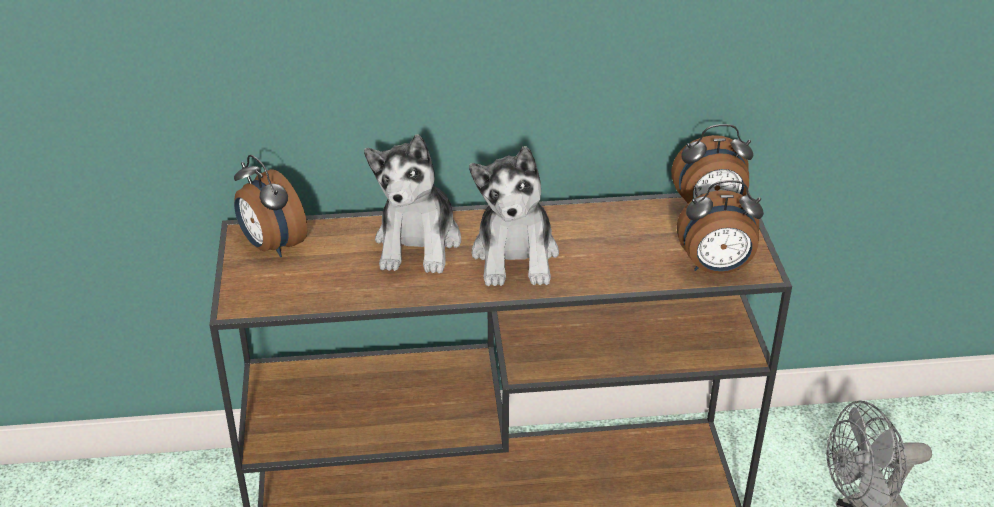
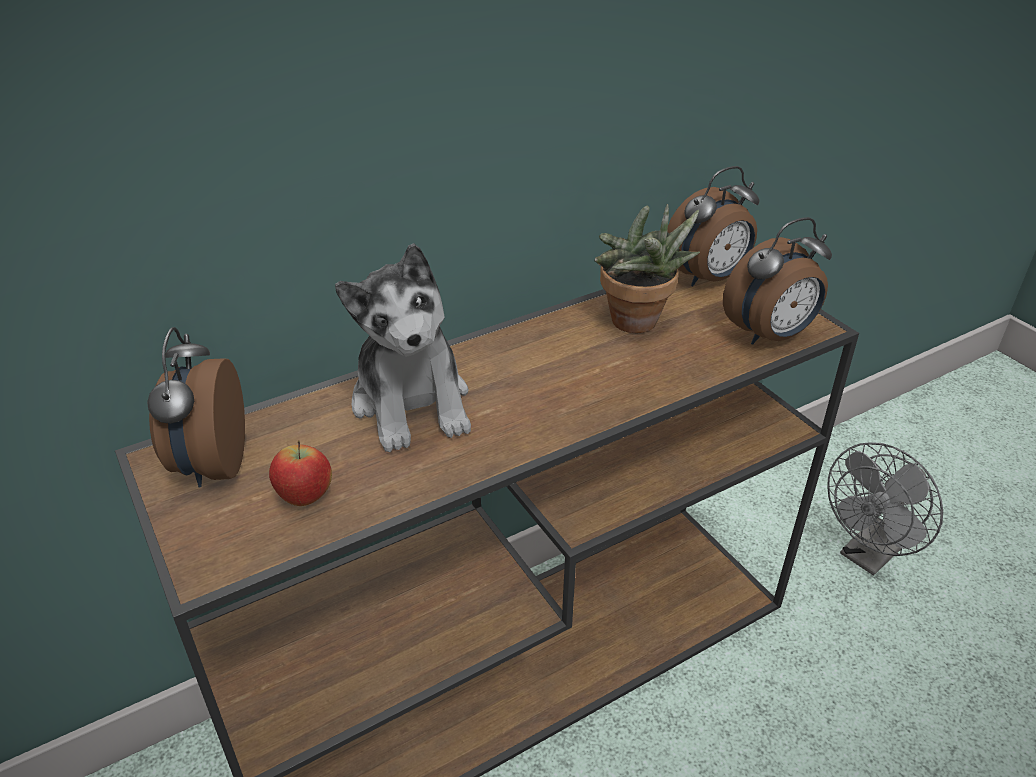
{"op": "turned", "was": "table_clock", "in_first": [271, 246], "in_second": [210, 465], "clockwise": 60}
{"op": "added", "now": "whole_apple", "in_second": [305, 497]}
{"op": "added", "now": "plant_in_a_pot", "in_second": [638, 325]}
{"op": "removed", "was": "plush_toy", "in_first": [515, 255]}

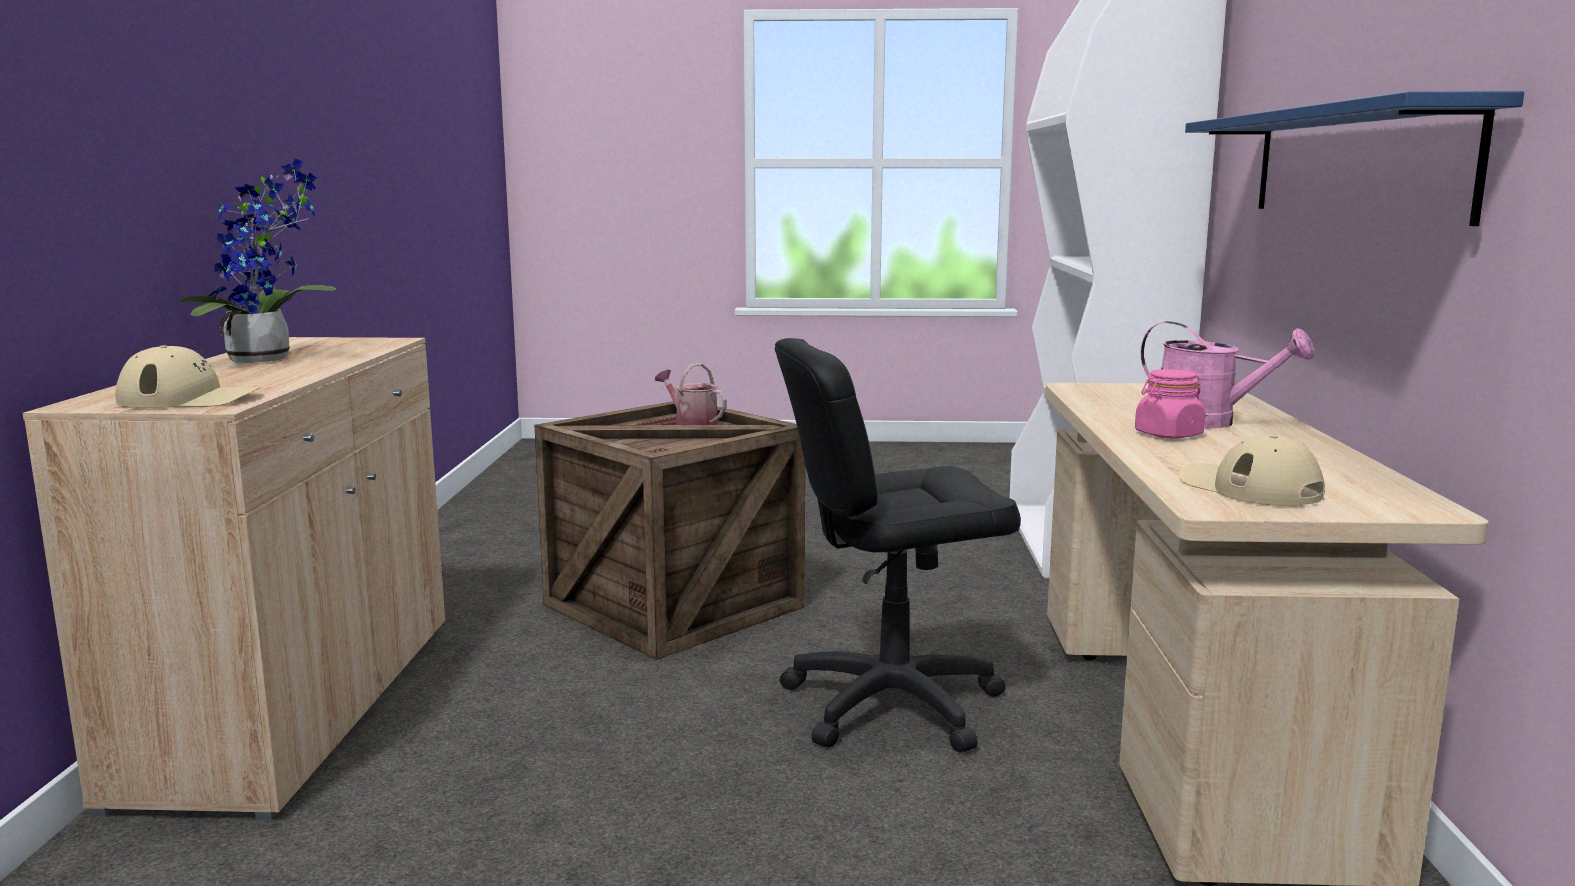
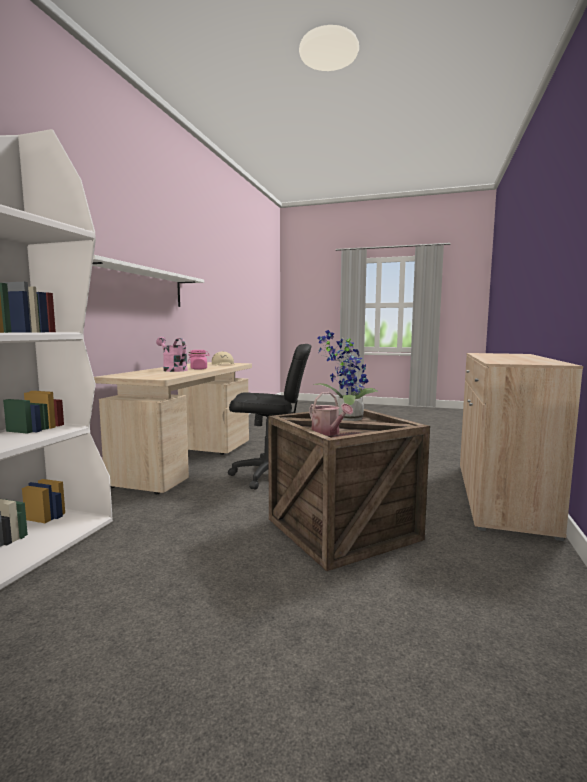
{"op": "recoloured", "was": "blue-coloured_shelf", "now": "whitish_shelf", "in_first": [1353, 163], "in_second": [137, 286]}
{"op": "moved", "was": "plant_in_a_pot", "in_first": [268, 359], "in_second": [346, 419]}
{"op": "removed", "was": "beige-coloured_baseball_cap", "in_first": [190, 399]}

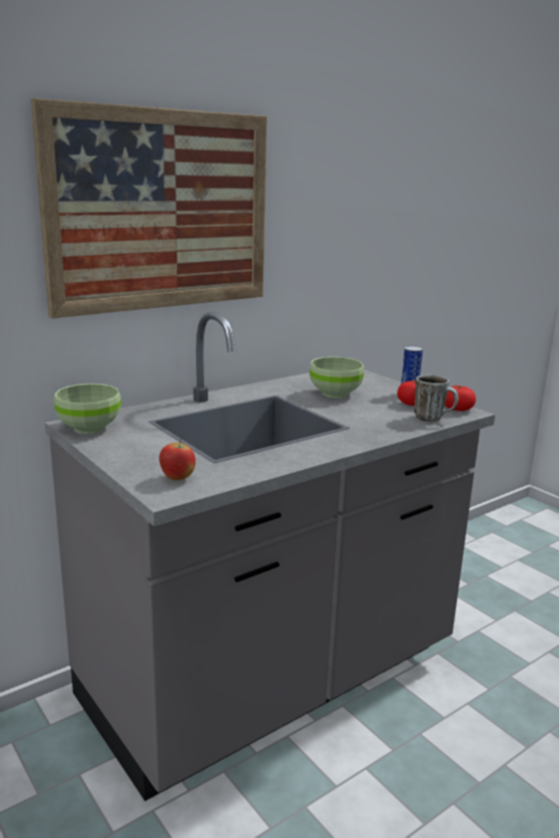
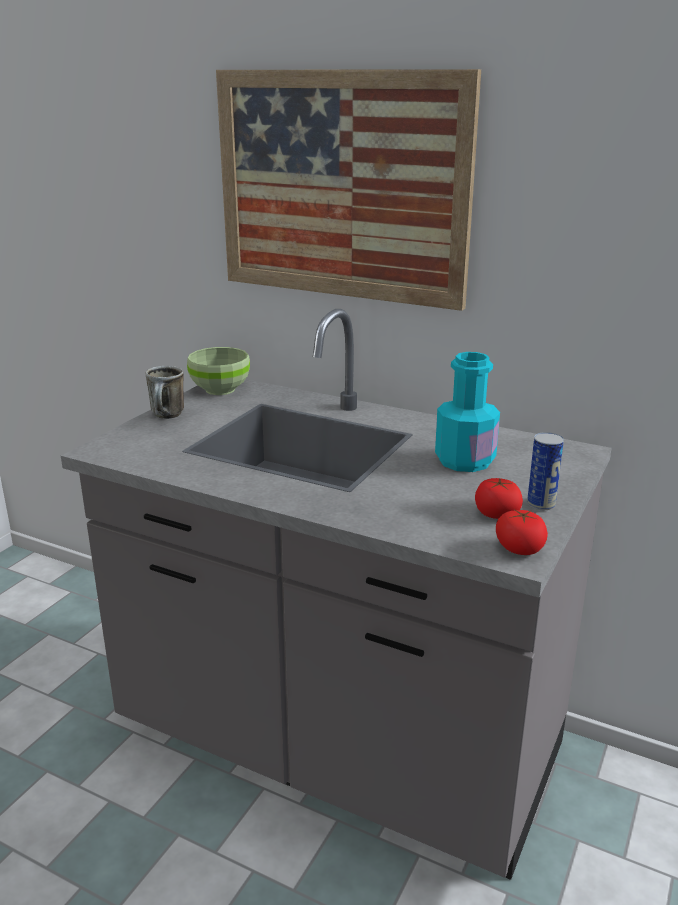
{"op": "moved", "was": "coffee_mug", "in_first": [433, 418], "in_second": [168, 417]}
{"op": "replaced", "was": "green_deep_dish", "now": "turquoise_beverage_bottle", "in_first": [334, 393], "in_second": [464, 460]}
{"op": "removed", "was": "whole_apple", "in_first": [177, 478]}

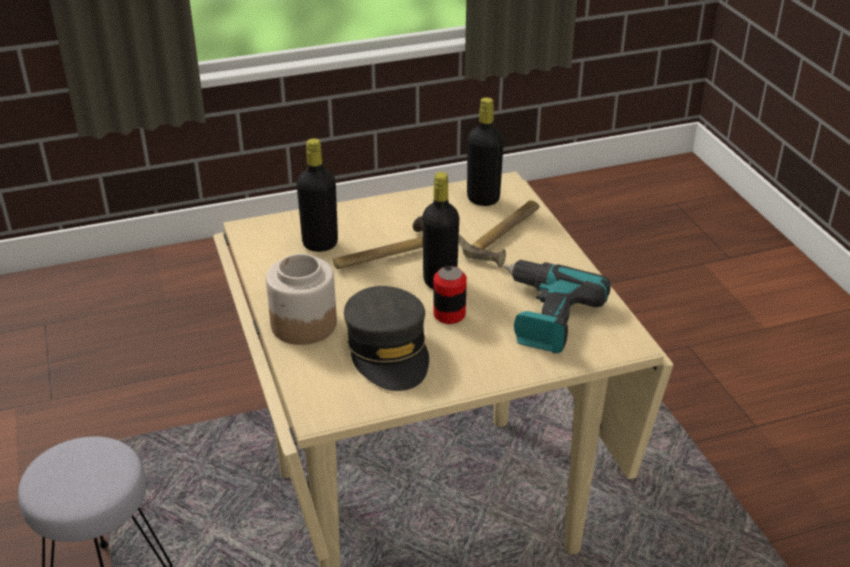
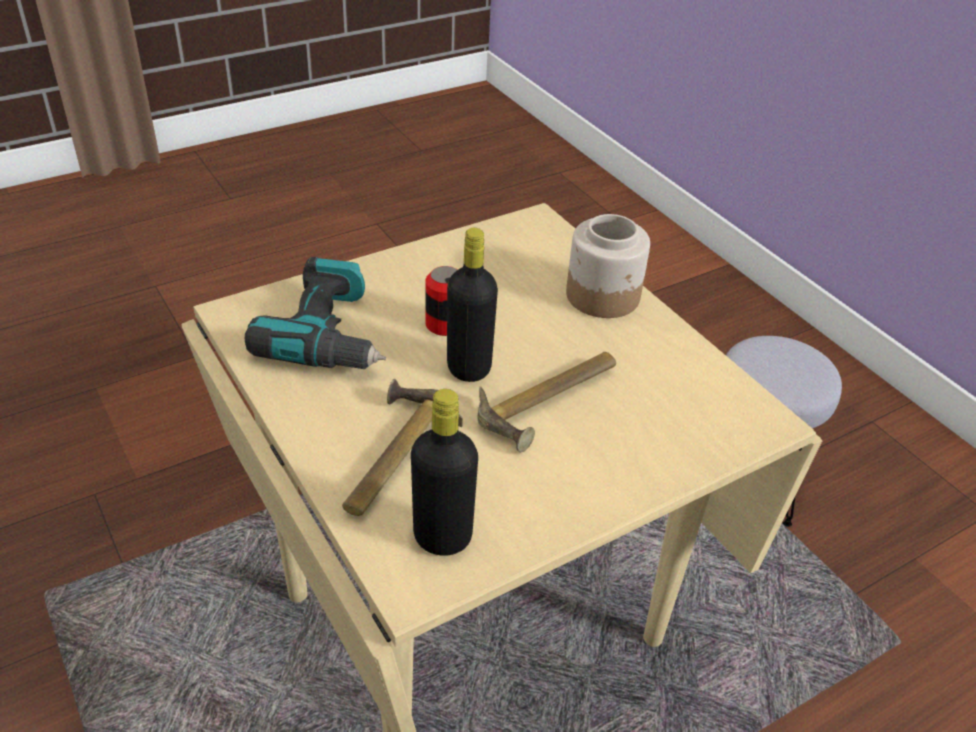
{"op": "removed", "was": "blackish_beverage_bottle", "in_first": [320, 244]}
{"op": "removed", "was": "greyish_baseball_cap", "in_first": [388, 351]}

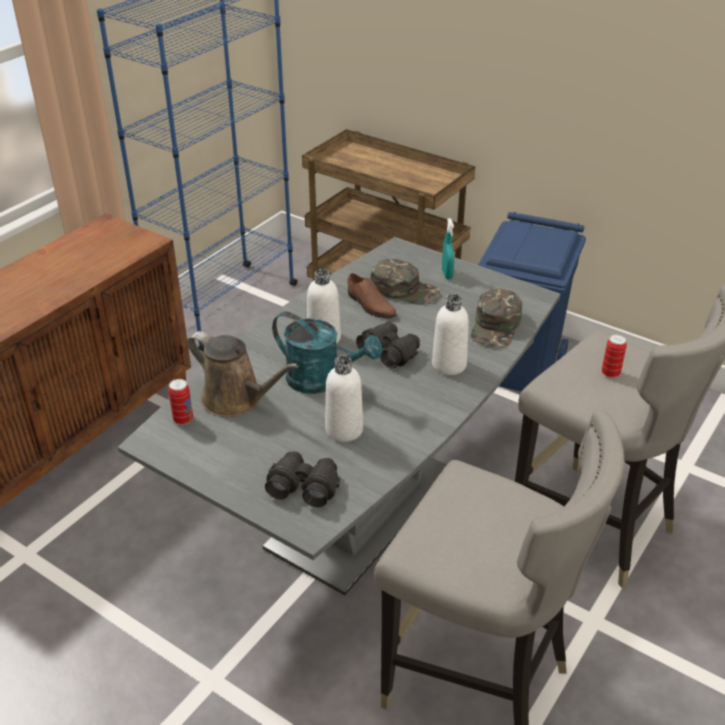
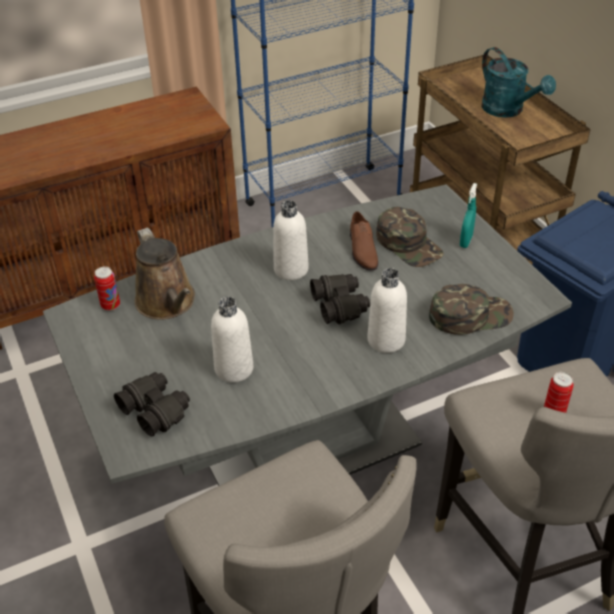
{"op": "turned", "was": "green_baseball_cap", "in_first": [496, 326], "in_second": [470, 315], "clockwise": -150}
{"op": "moved", "was": "turquoise_watering_can", "in_first": [322, 380], "in_second": [508, 110]}

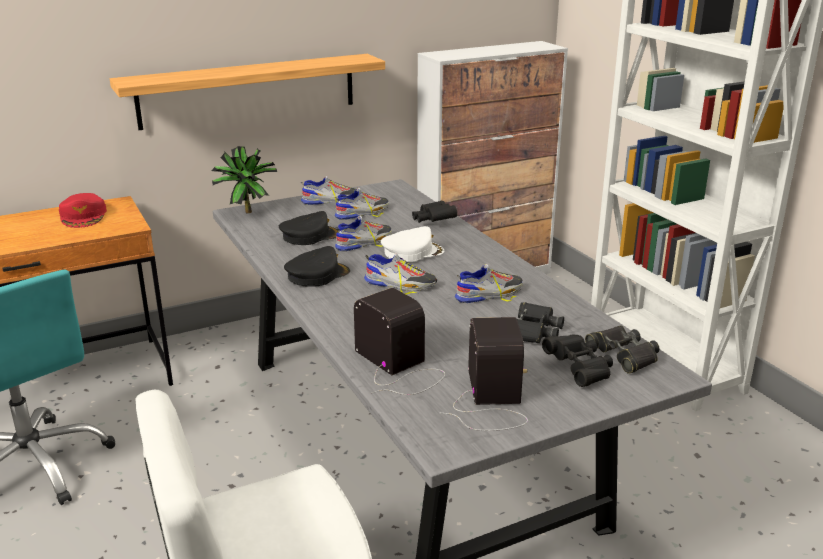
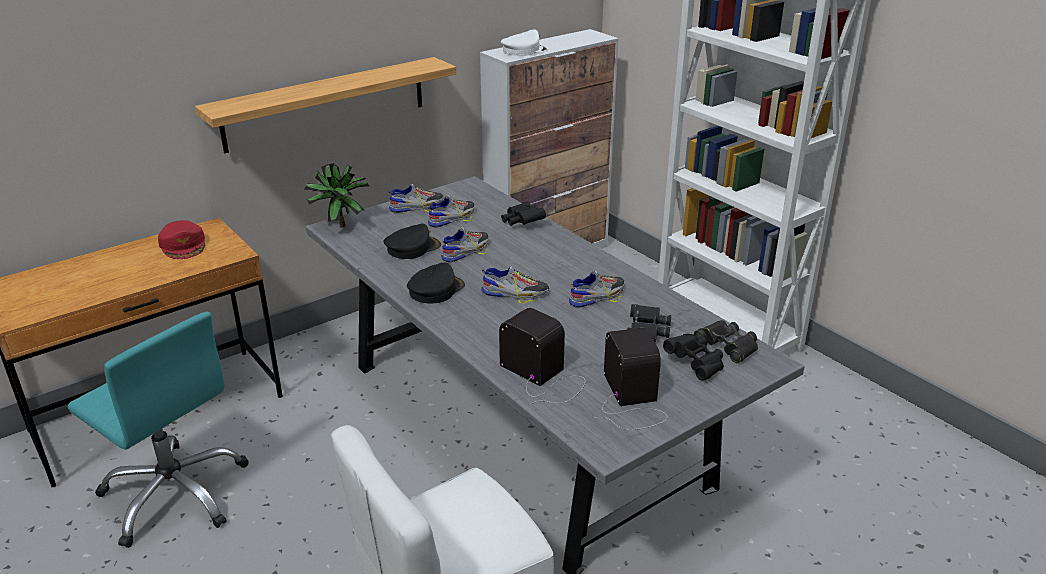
{"op": "moved", "was": "whitish_baseball_cap", "in_first": [412, 252], "in_second": [524, 50]}

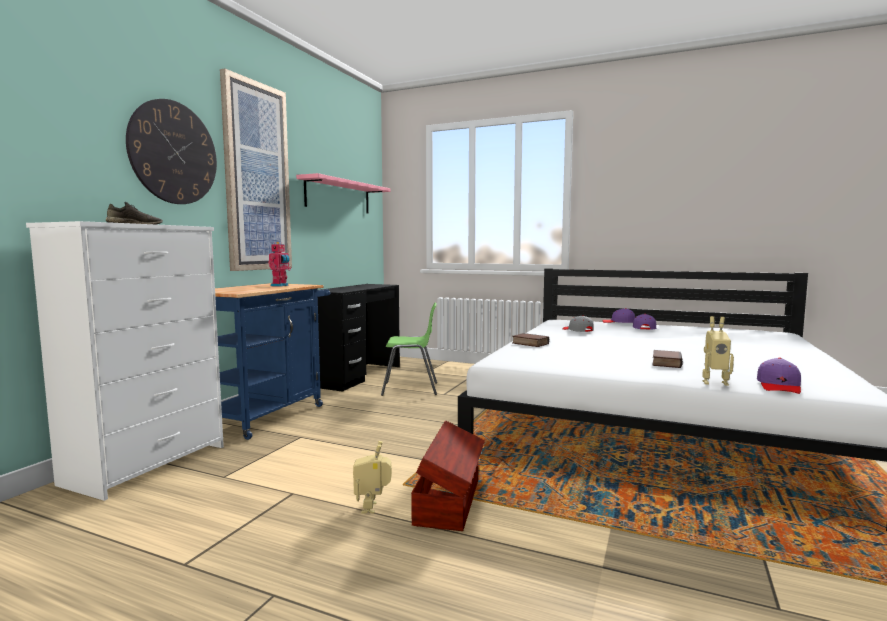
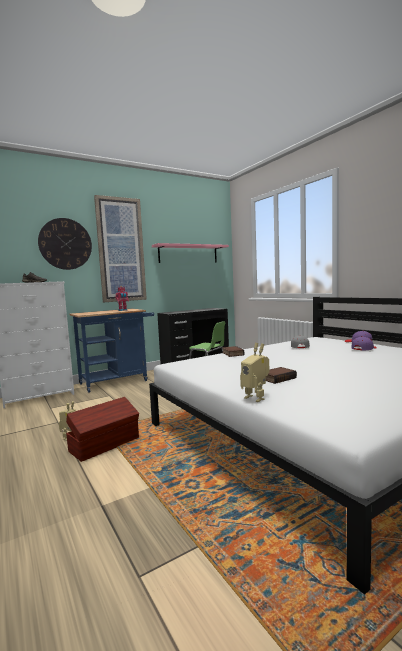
{"op": "removed", "was": "purple_baseball_cap", "in_first": [779, 386]}

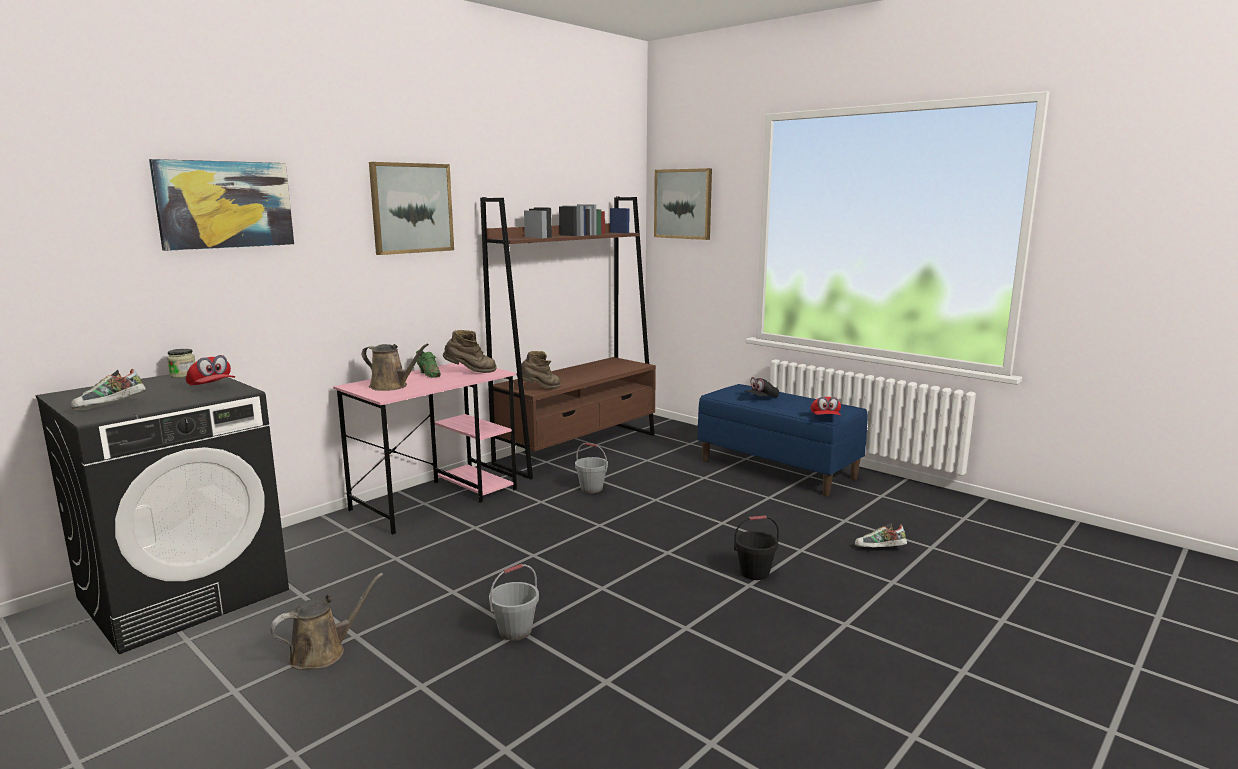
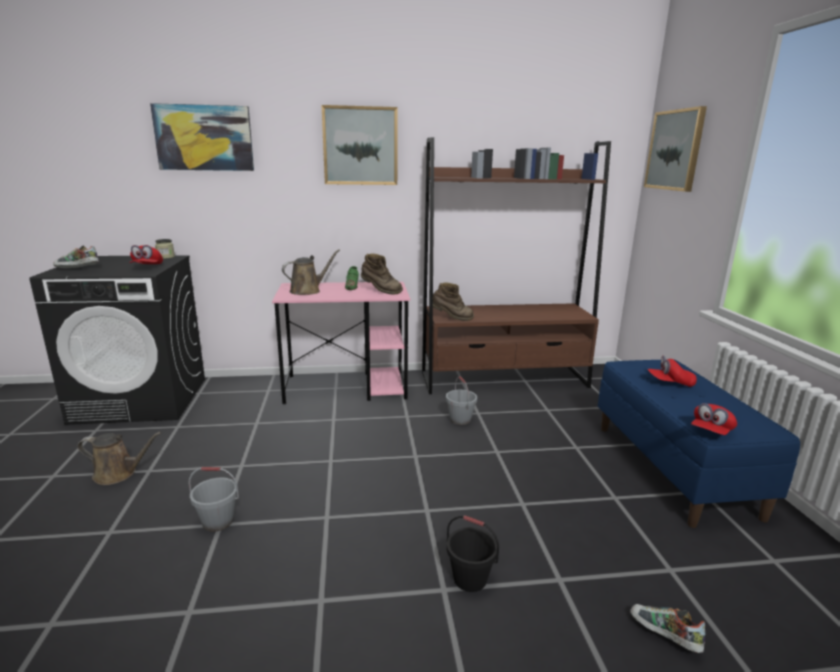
{"op": "turned", "was": "brown_watering_can", "in_first": [391, 386], "in_second": [308, 291], "clockwise": -105}
{"op": "recoloured", "was": "blackish_baseball_cap", "now": "red-coloured_baseball_cap", "in_first": [761, 398], "in_second": [670, 383]}

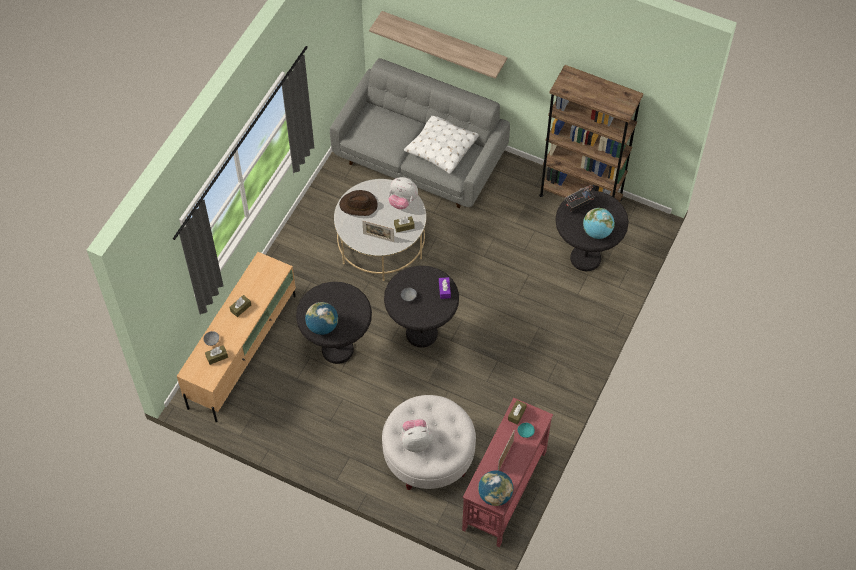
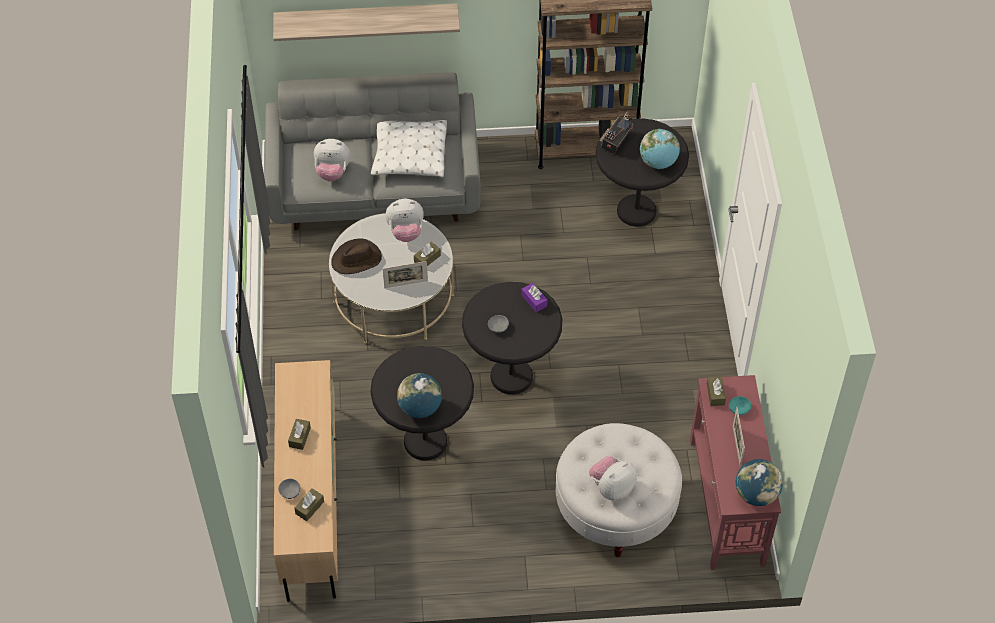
{"op": "added", "now": "plush_toy", "in_second": [333, 172]}

